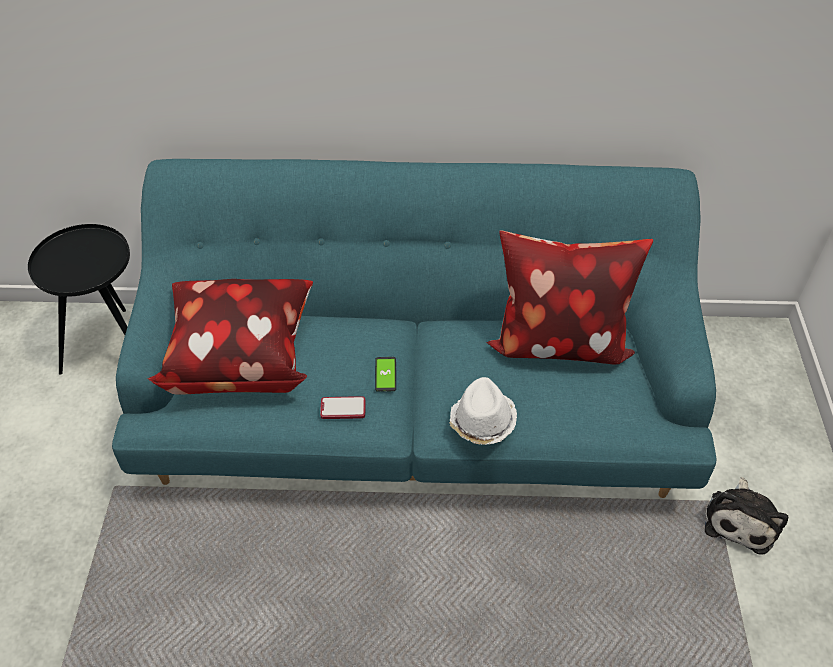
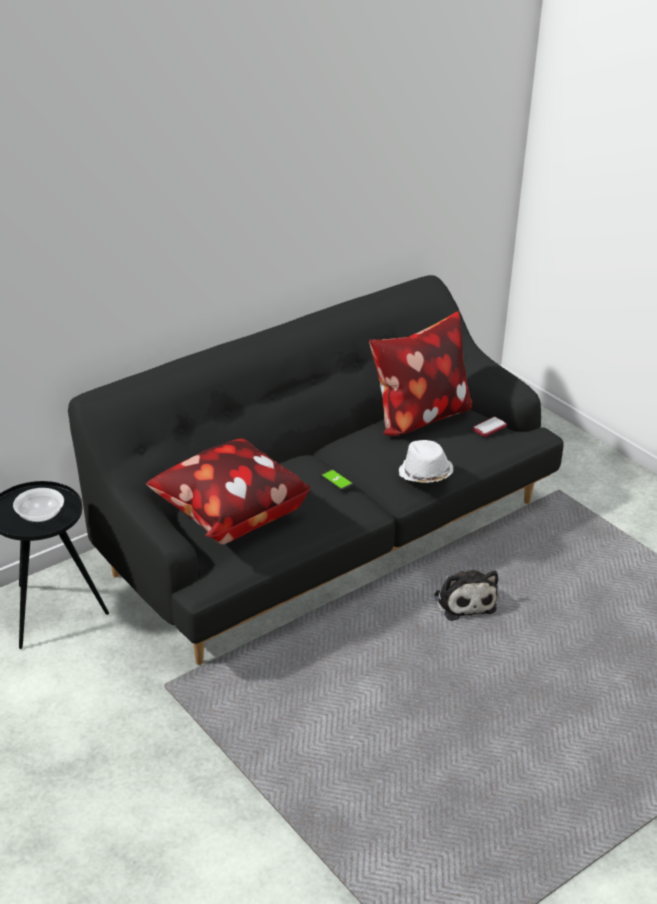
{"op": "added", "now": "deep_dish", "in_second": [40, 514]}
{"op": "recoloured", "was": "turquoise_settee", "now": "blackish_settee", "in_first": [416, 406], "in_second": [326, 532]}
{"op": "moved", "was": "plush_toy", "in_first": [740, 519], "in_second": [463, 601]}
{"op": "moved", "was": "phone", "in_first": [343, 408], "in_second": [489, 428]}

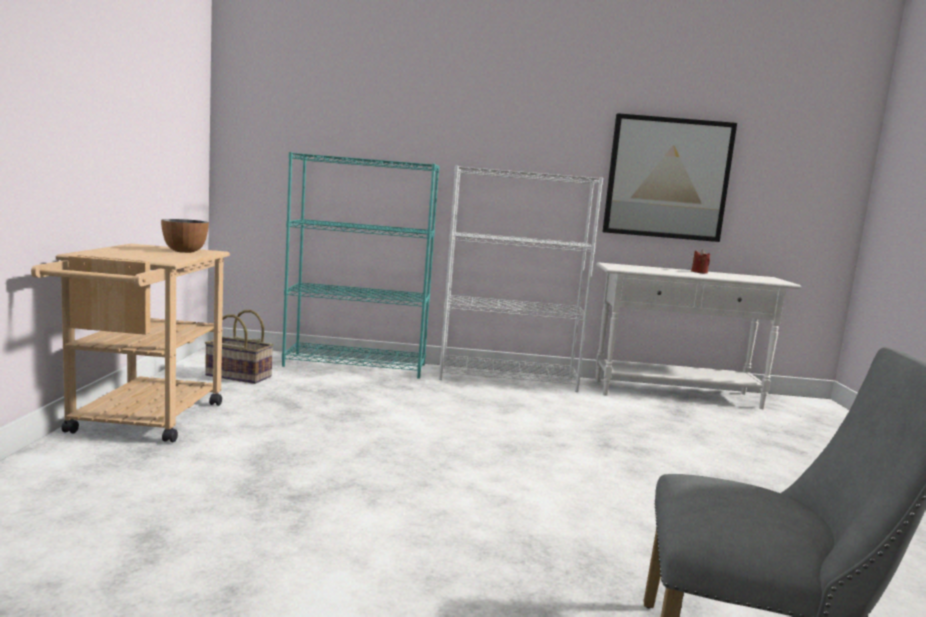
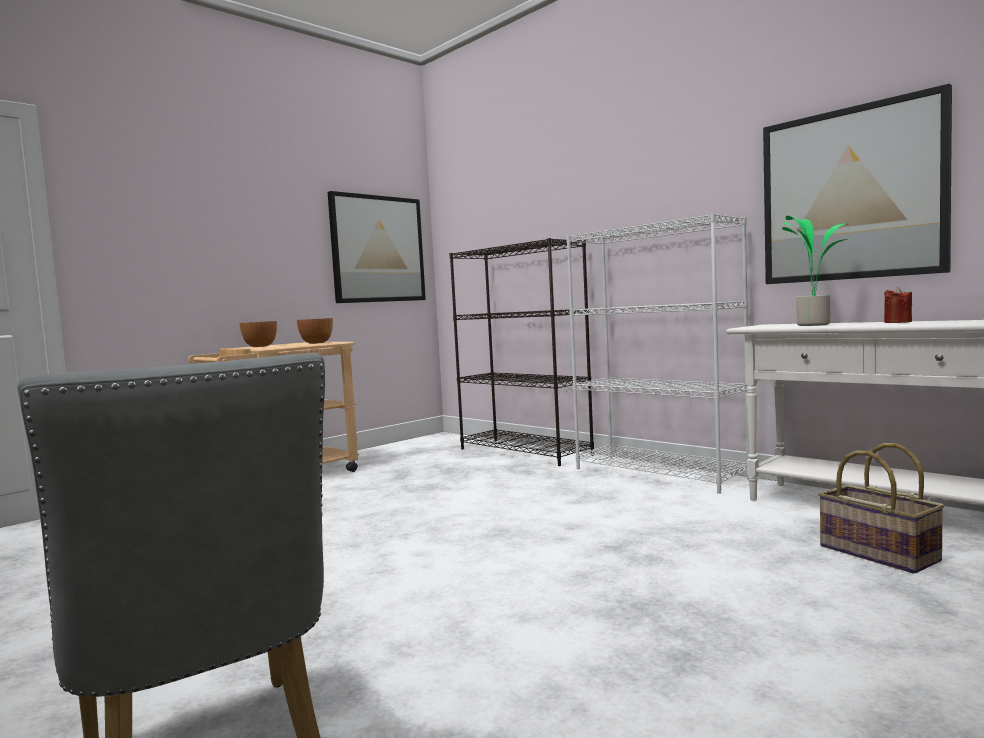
{"op": "added", "now": "deep_dish", "in_second": [260, 346]}
{"op": "added", "now": "picture", "in_second": [377, 249]}
{"op": "recoloured", "was": "turquoise_bookcase", "now": "blackish_bookcase", "in_first": [356, 365], "in_second": [525, 452]}
{"op": "added", "now": "plant_in_a_pot", "in_second": [813, 325]}
{"op": "moved", "was": "storage_basket", "in_first": [237, 376], "in_second": [877, 554]}

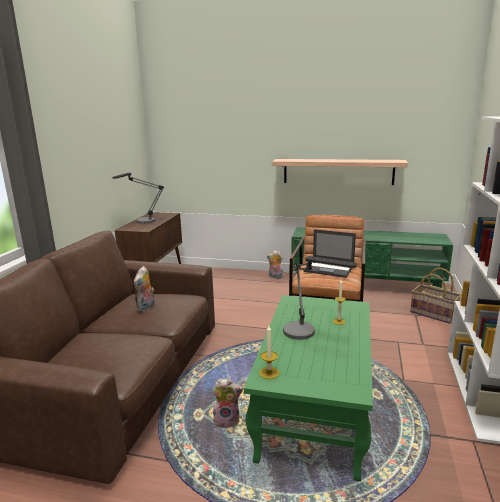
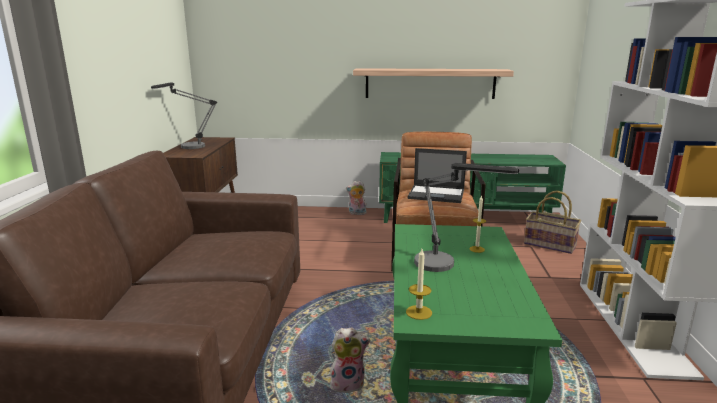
{"op": "removed", "was": "plush_toy", "in_first": [146, 308]}

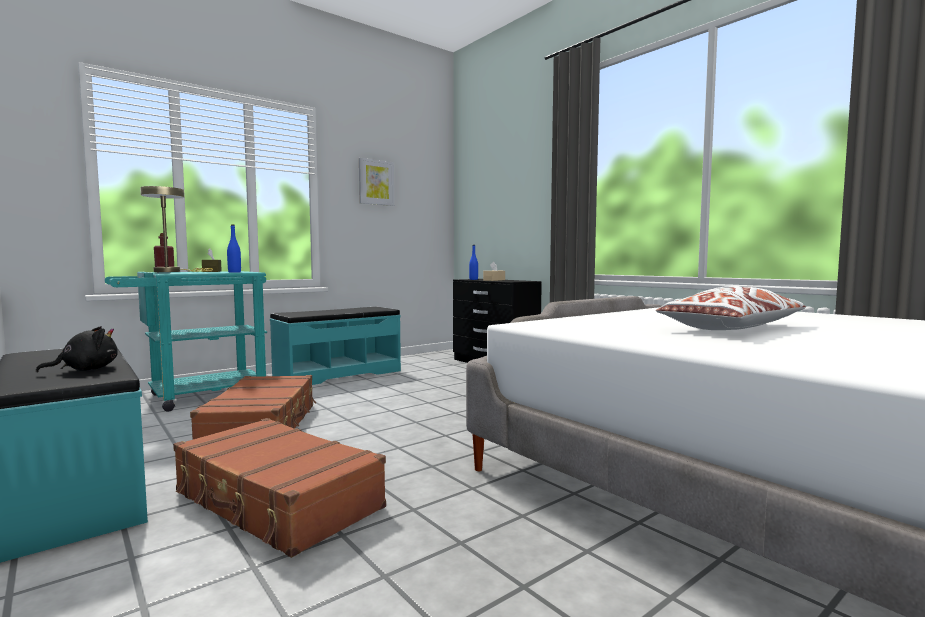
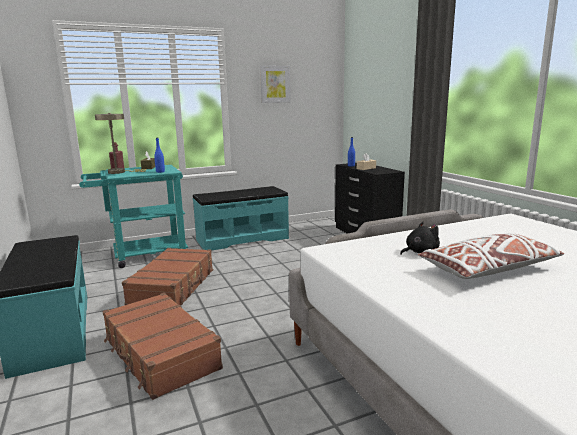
{"op": "moved", "was": "blackish_plush_toy", "in_first": [86, 370], "in_second": [420, 252]}

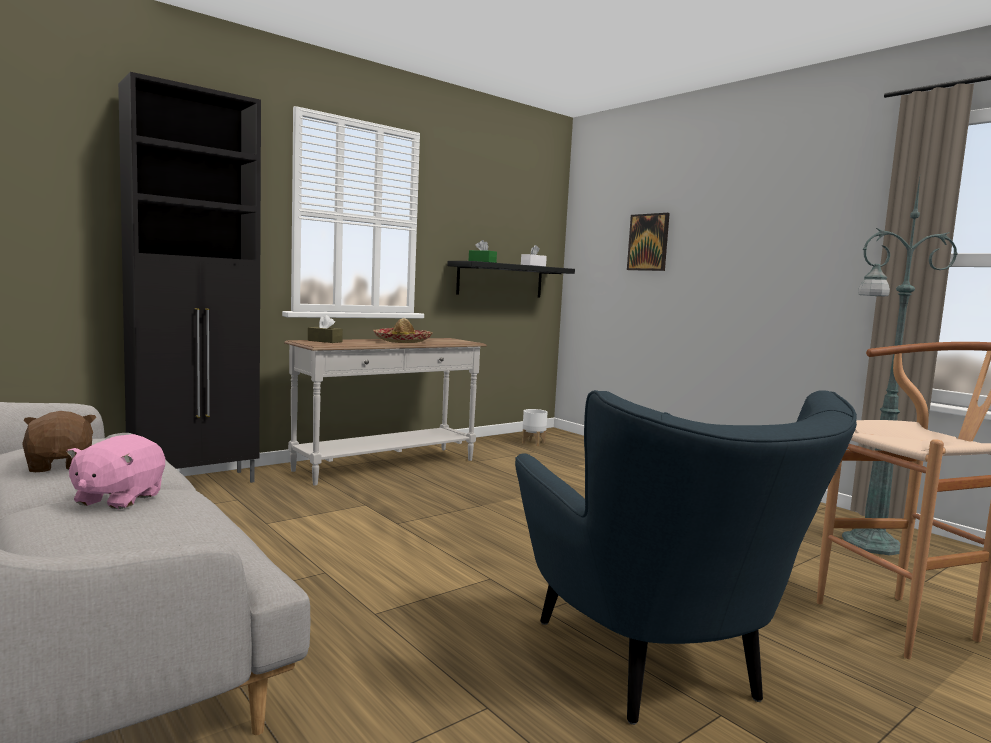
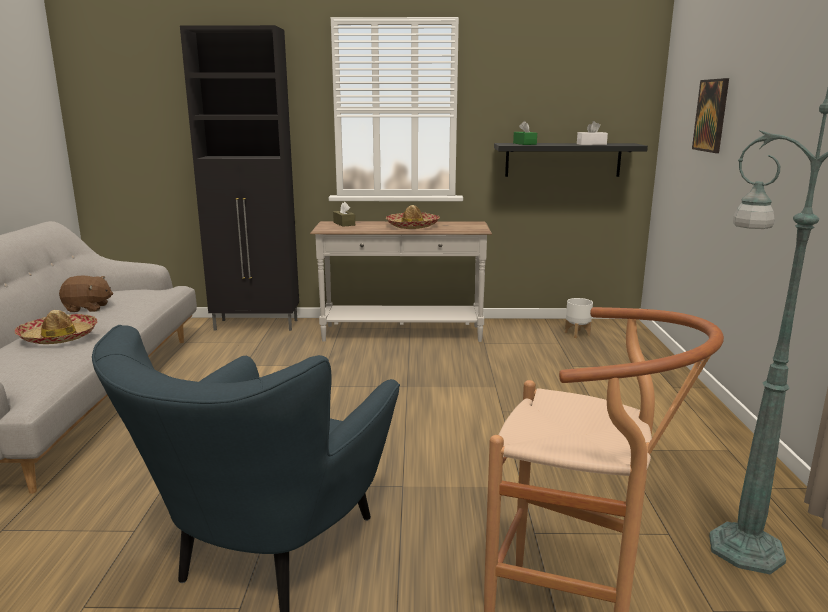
{"op": "replaced", "was": "pink_plush_toy", "now": "wearable_hat", "in_first": [117, 499], "in_second": [58, 337]}
{"op": "turned", "was": "brown_plush_toy", "in_first": [61, 465], "in_second": [88, 308], "clockwise": 75}

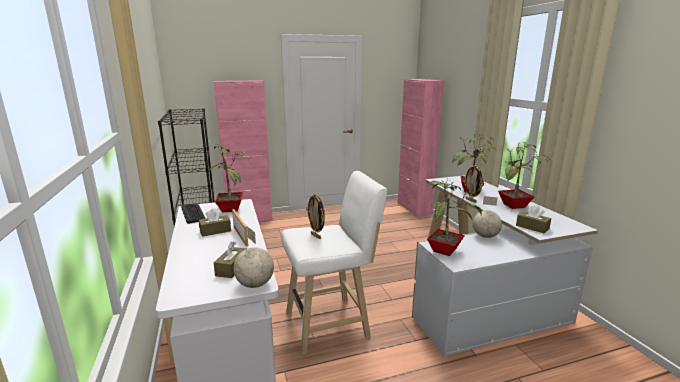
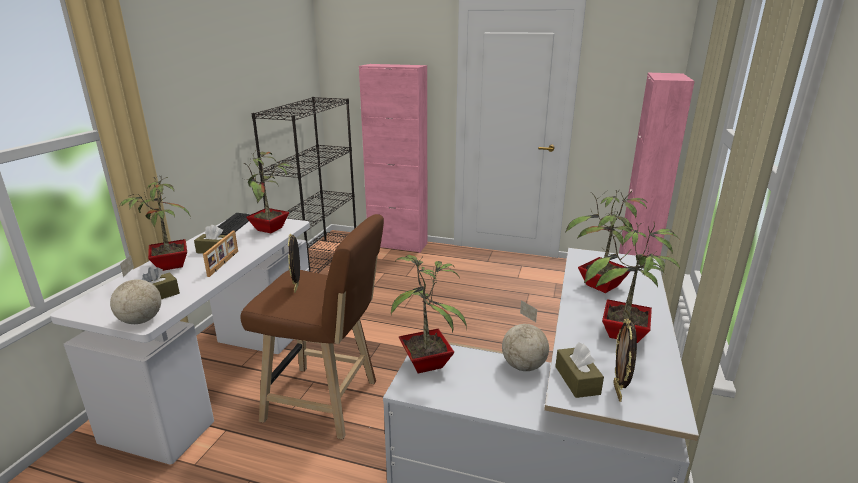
{"op": "added", "now": "plant_in_a_pot", "in_second": [169, 265]}
{"op": "recoloured", "was": "whitish_stool", "now": "brown_stool", "in_first": [331, 323], "in_second": [327, 402]}
{"op": "moved", "was": "photo_frame", "in_first": [471, 200], "in_second": [618, 392]}

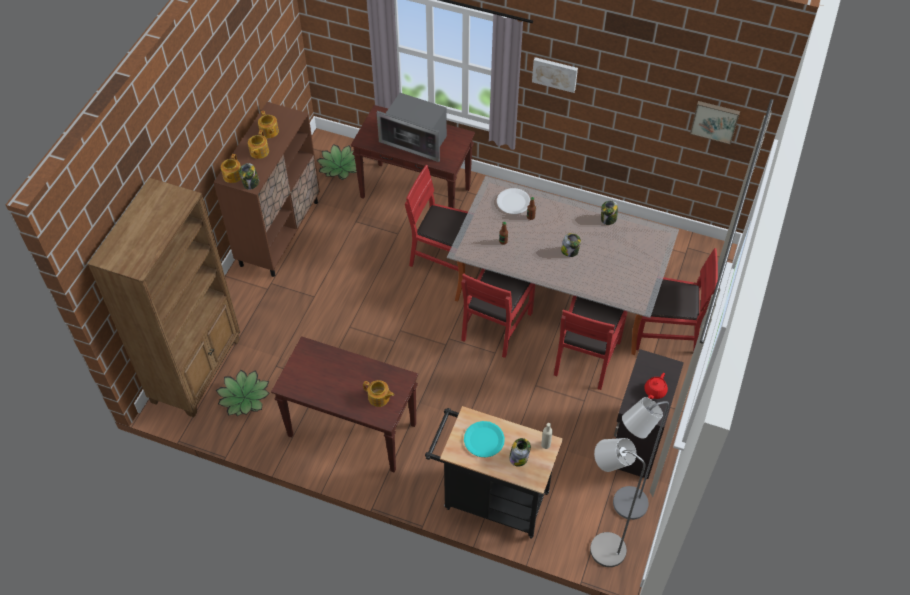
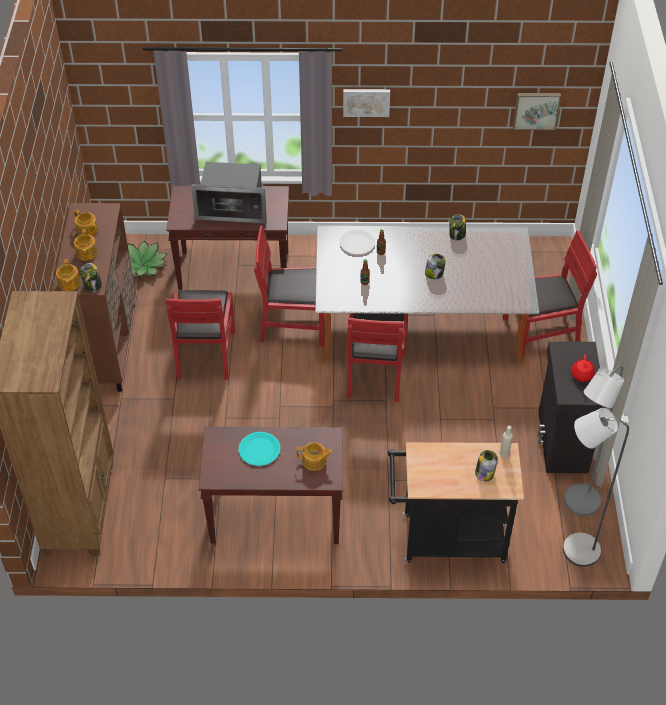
{"op": "moved", "was": "red-coloured_plain_chair", "in_first": [586, 357], "in_second": [205, 354]}
{"op": "moved", "was": "turquoise_dinner_plate", "in_first": [484, 440], "in_second": [259, 449]}
{"op": "removed", "was": "plant_in_a_pot", "in_first": [244, 397]}

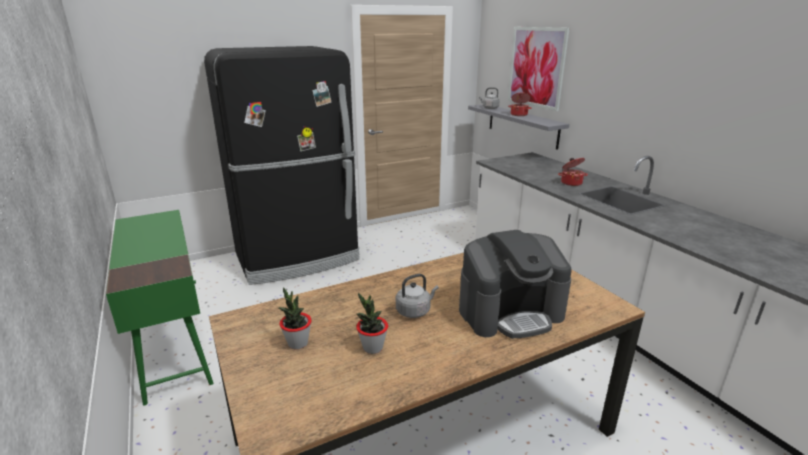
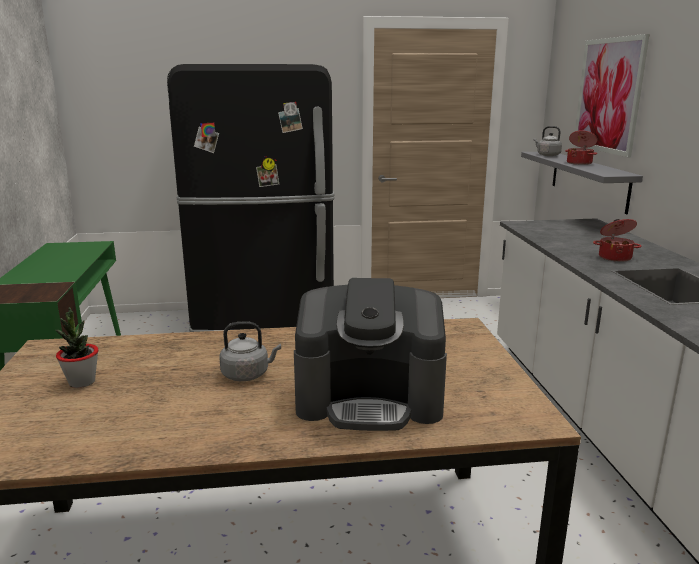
{"op": "removed", "was": "plant_in_a_pot", "in_first": [372, 347]}

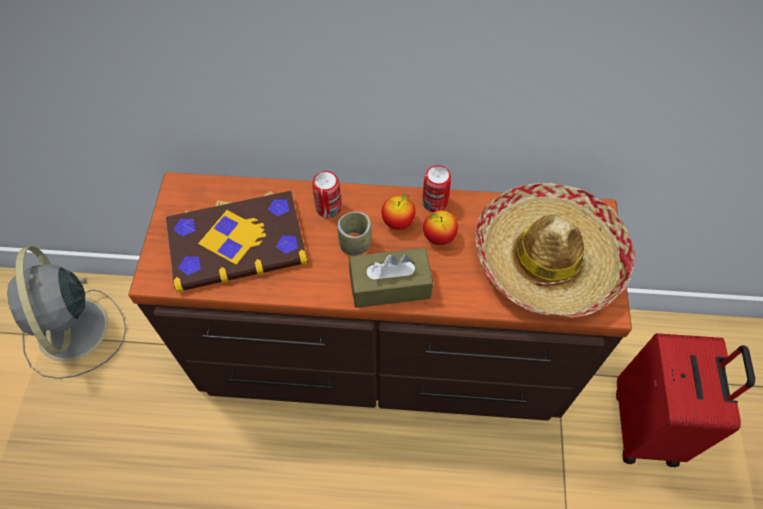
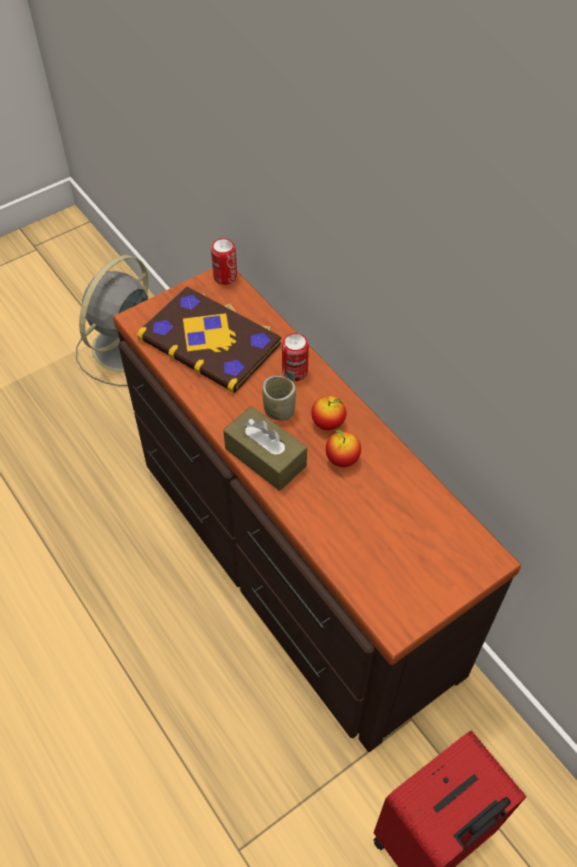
{"op": "moved", "was": "metal_can", "in_first": [434, 202], "in_second": [225, 277]}
{"op": "removed", "was": "wearable_hat", "in_first": [548, 258]}

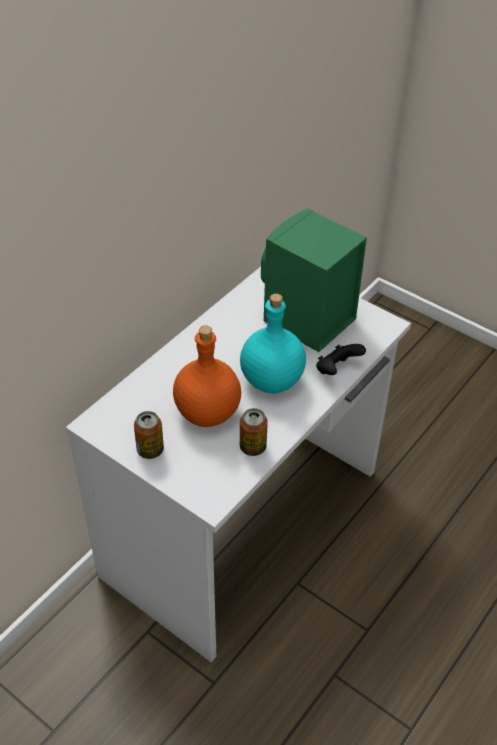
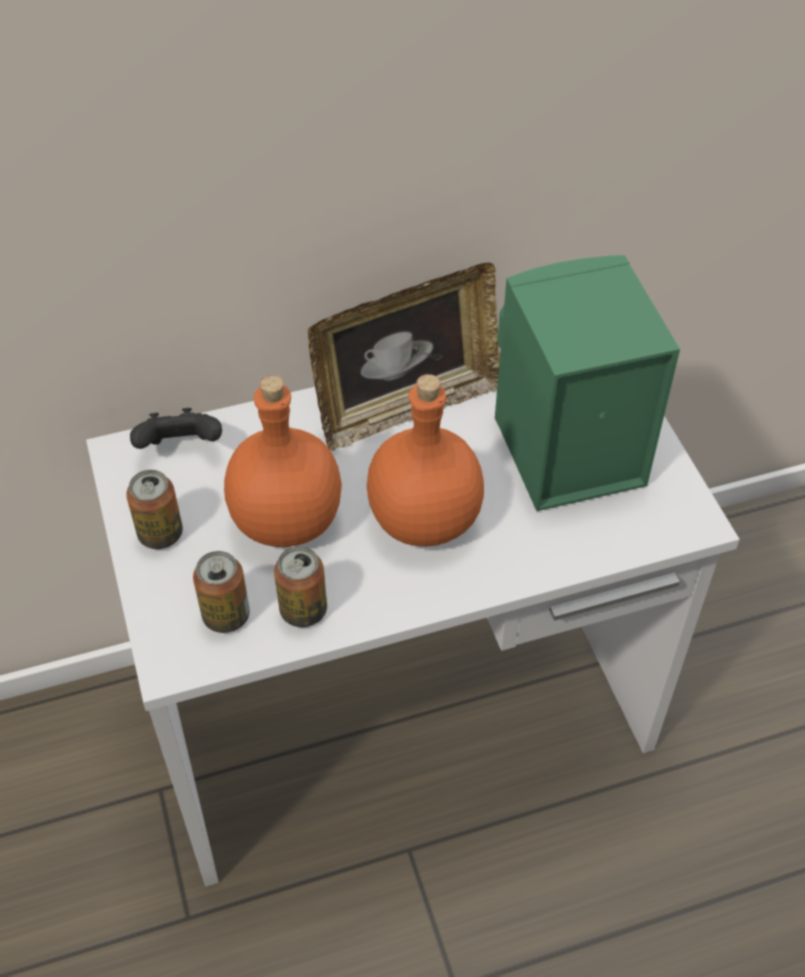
{"op": "moved", "was": "blackish_gamepad", "in_first": [337, 370], "in_second": [181, 448]}
{"op": "added", "now": "metal_can", "in_second": [226, 615]}
{"op": "added", "now": "photo_frame", "in_second": [407, 407]}
{"op": "recoloured", "was": "turquoise_beverage_bottle", "now": "orange-coloured_beverage_bottle", "in_first": [273, 380], "in_second": [426, 520]}

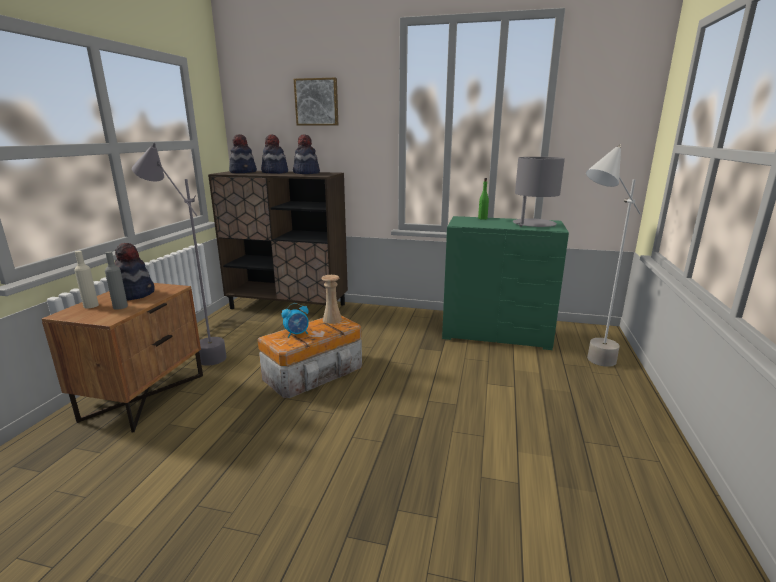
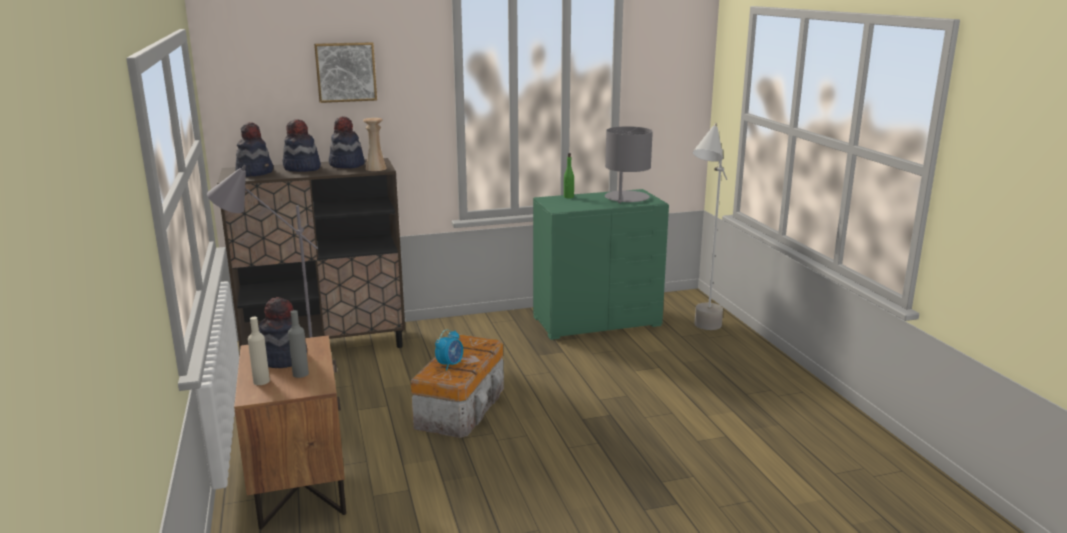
{"op": "moved", "was": "beige-coloured_vase", "in_first": [332, 319], "in_second": [376, 168]}

